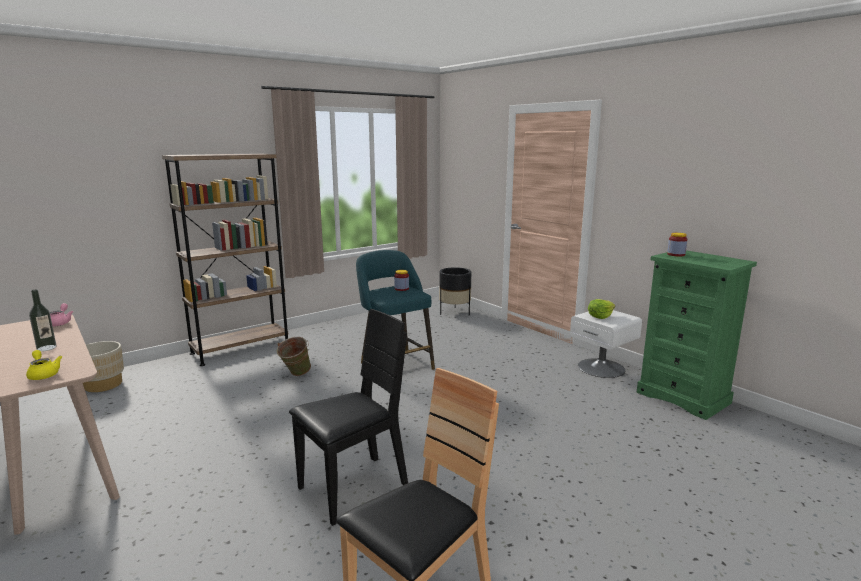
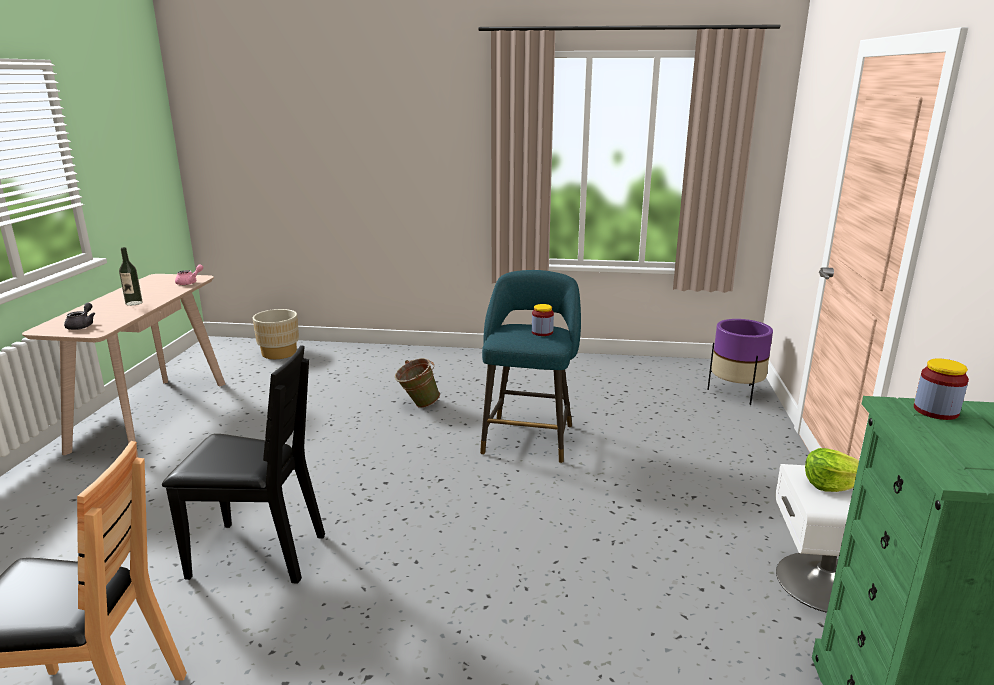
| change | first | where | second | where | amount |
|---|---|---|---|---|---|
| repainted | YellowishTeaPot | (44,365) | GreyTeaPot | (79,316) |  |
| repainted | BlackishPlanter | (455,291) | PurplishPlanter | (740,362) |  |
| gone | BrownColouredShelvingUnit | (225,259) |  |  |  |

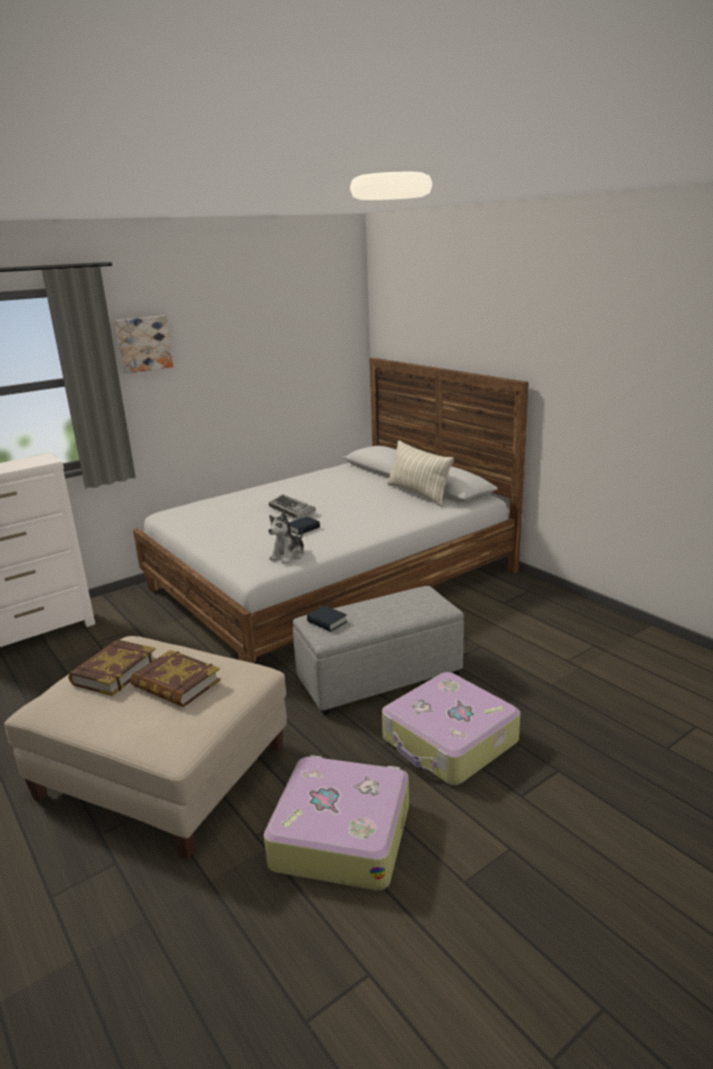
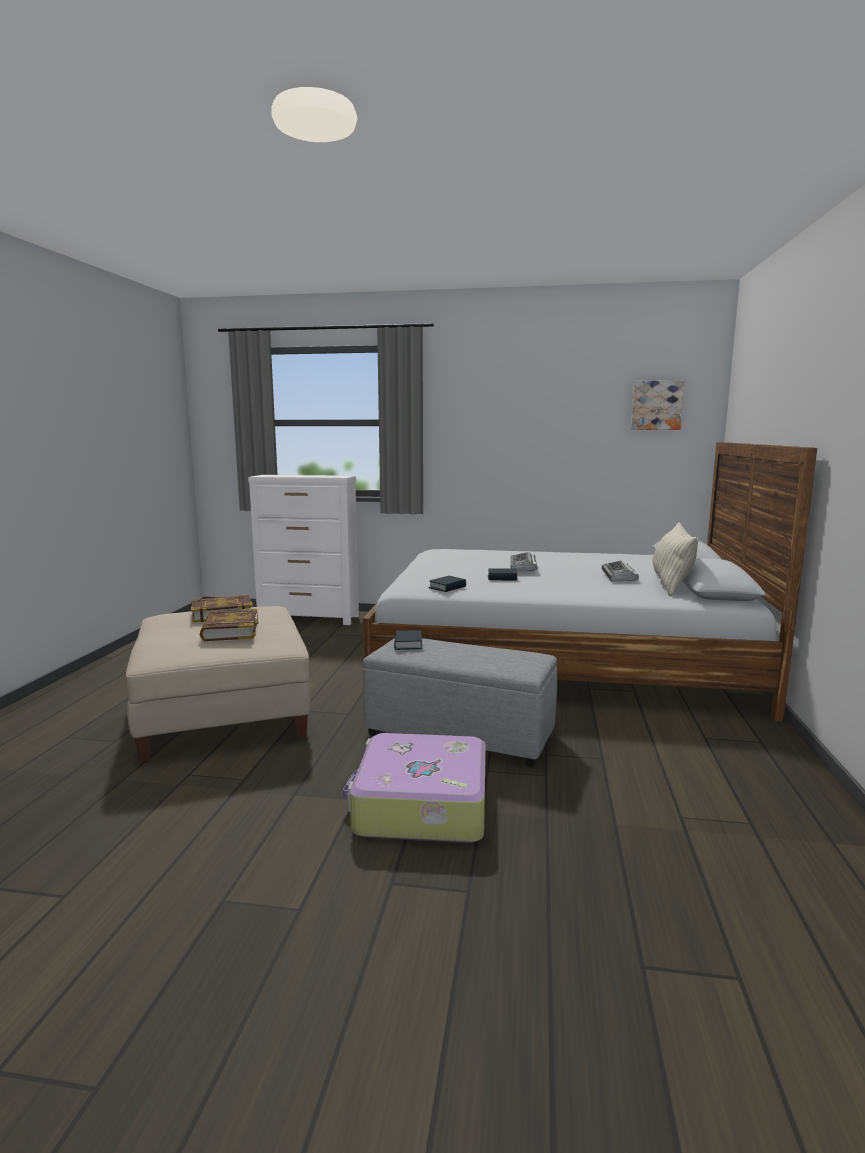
| change | first | where | second | where | amount |
|---|---|---|---|---|---|
| swapped | CuddlyToy | (286,538) | Volume | (447,584) |  |
| new |  |  | PcKeyboard | (620,571) |  |
| shifted | WallArt | (144,345) |  | (657,405) |  |
| gone | PieceOfLuggage | (336,823) |  |  |  |

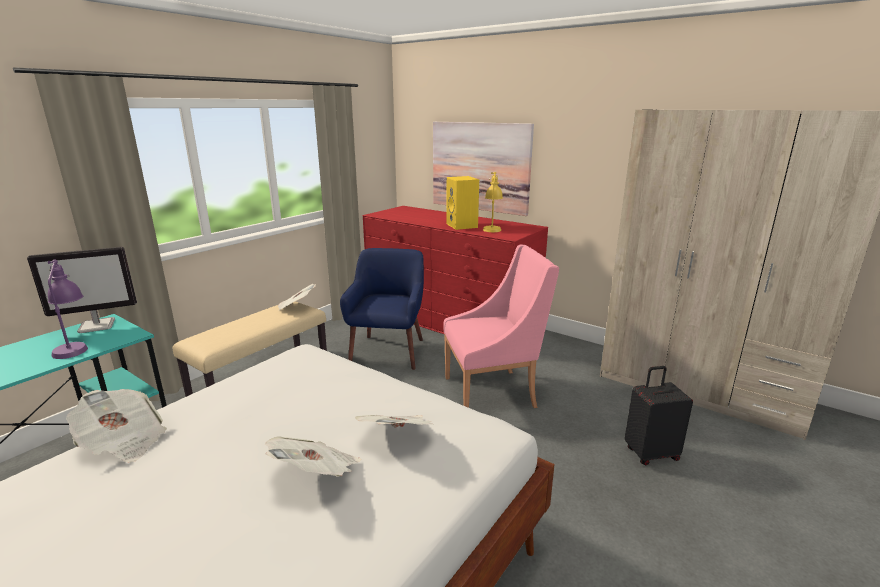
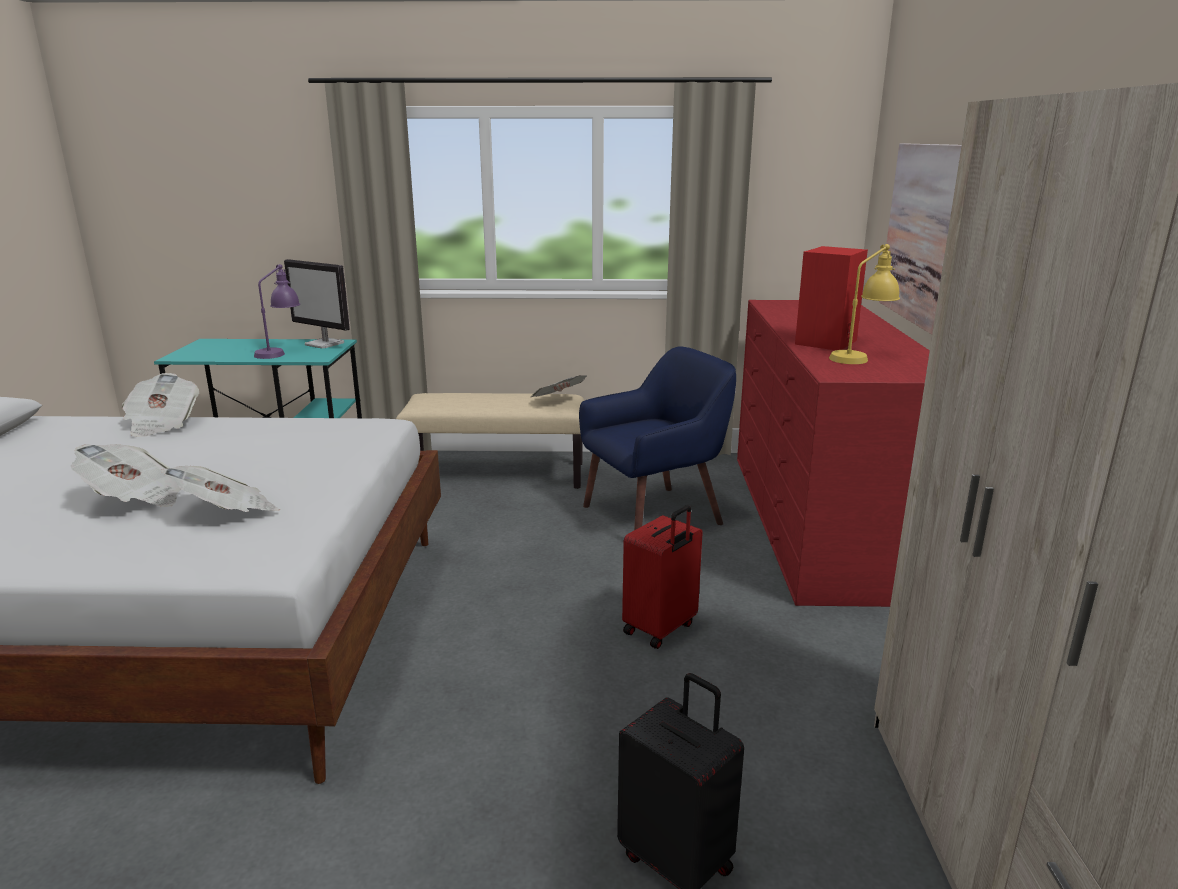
| change | first | where | second | where | amount |
|---|---|---|---|---|---|
| swapped | PinkEasyChair | (501,326) | RedColouredPieceOfLuggage | (662,577) |  |
| repainted | YellowishLoudspeaker | (462,203) | RedColouredLoudspeaker | (831,298) |  |

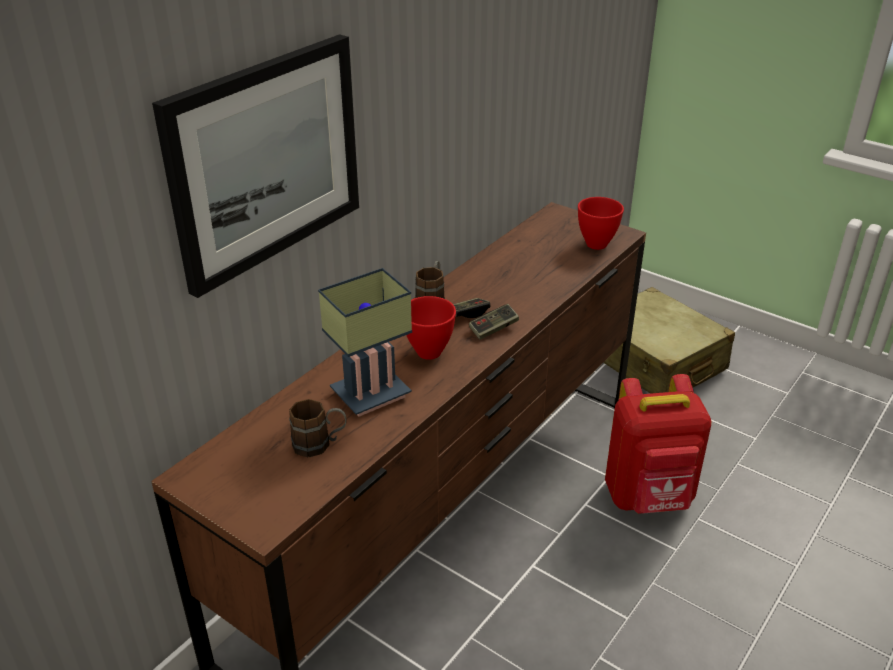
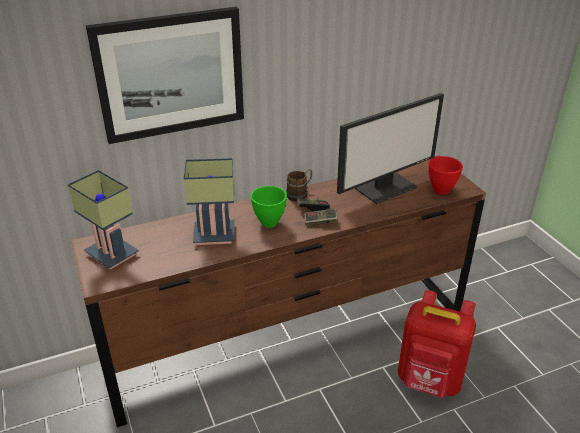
| change | first | where | second | where | amount |
|---|---|---|---|---|---|
| new |  |  | TabletopLamp | (103,220) |  |
| repainted | RedColouredDeepDish | (431,328) | GreenColouredDeepDish | (269,207) |  |
| new |  |  | Monitor | (390,148) |  |
| gone | BrownColouredCoffeeMug | (318,428) |  |  |  |
| gone | SandColouredPieceOfLuggage | (669,340) |  |  |  |

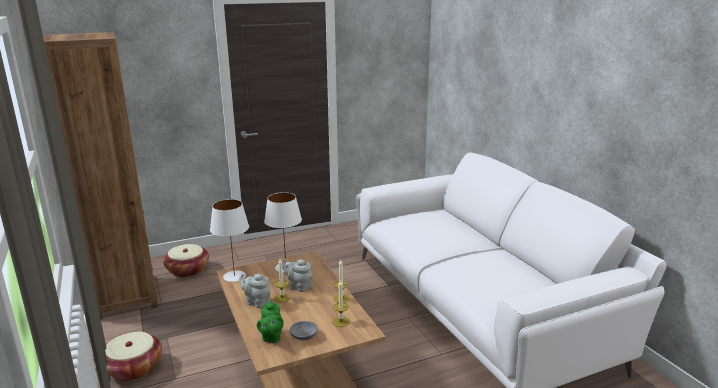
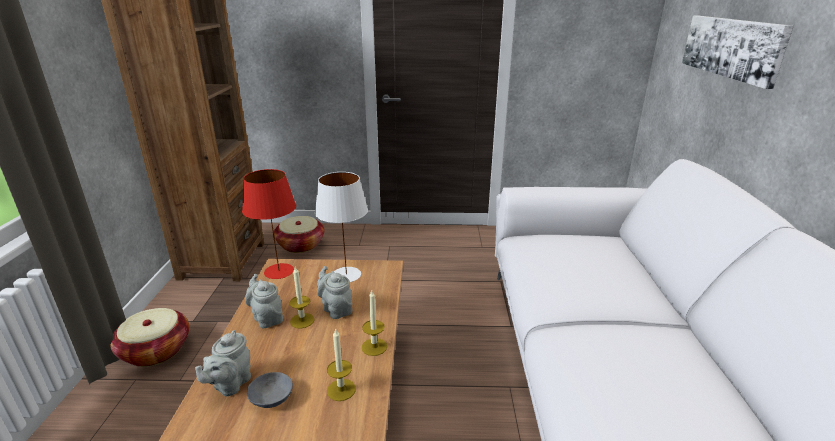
| change | first | where | second | where | amount |
|---|---|---|---|---|---|
| repainted | GreenColouredTeaPot | (270,321) | GreyTeaPot | (223,363) |  |
| repainted | WhiteColouredTabletopLamp | (229,240) | RedColouredTabletopLamp | (269,224) |  |
| new |  |  | WallArt | (738,52) |  |

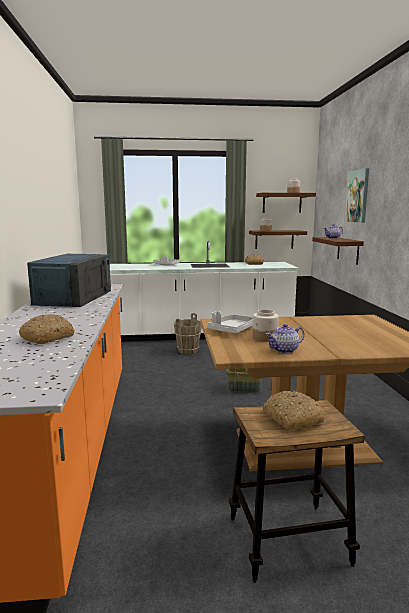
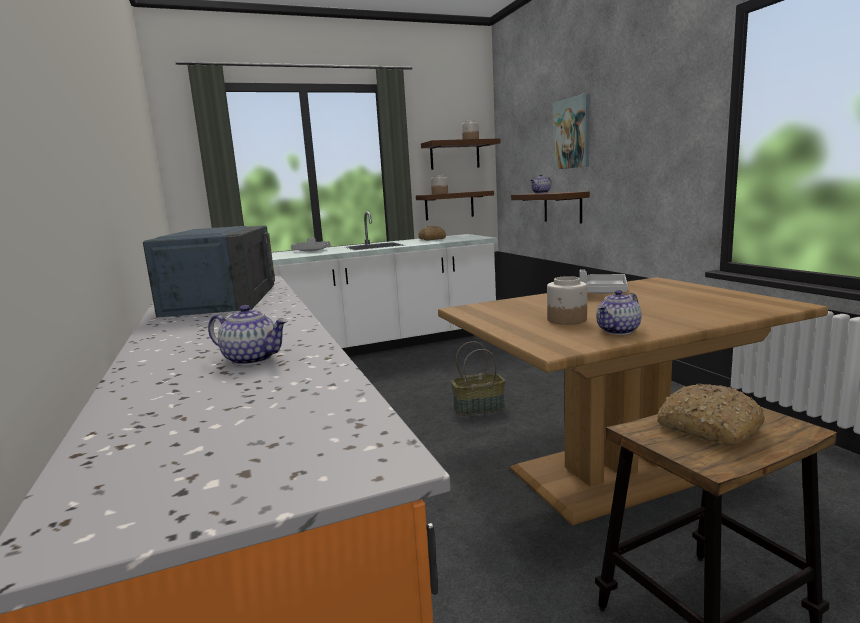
| change | first | where | second | where | amount |
|---|---|---|---|---|---|
| swapped | BakedBread | (47,329) | TeaPot | (248,335) |  |
| shifted | GreyTray | (230,322) |  | (603,281) |  |
| gone | BrownColouredWaterBucket | (188,333) |  |  |  |

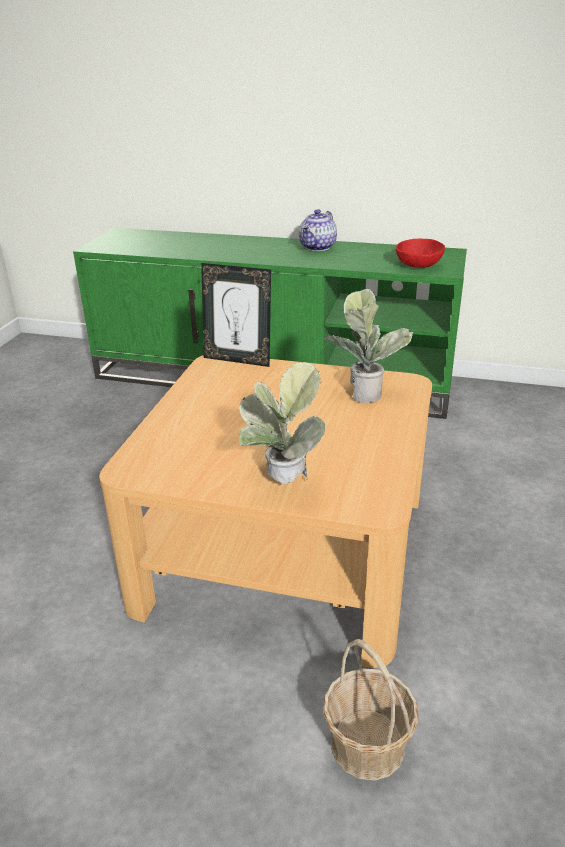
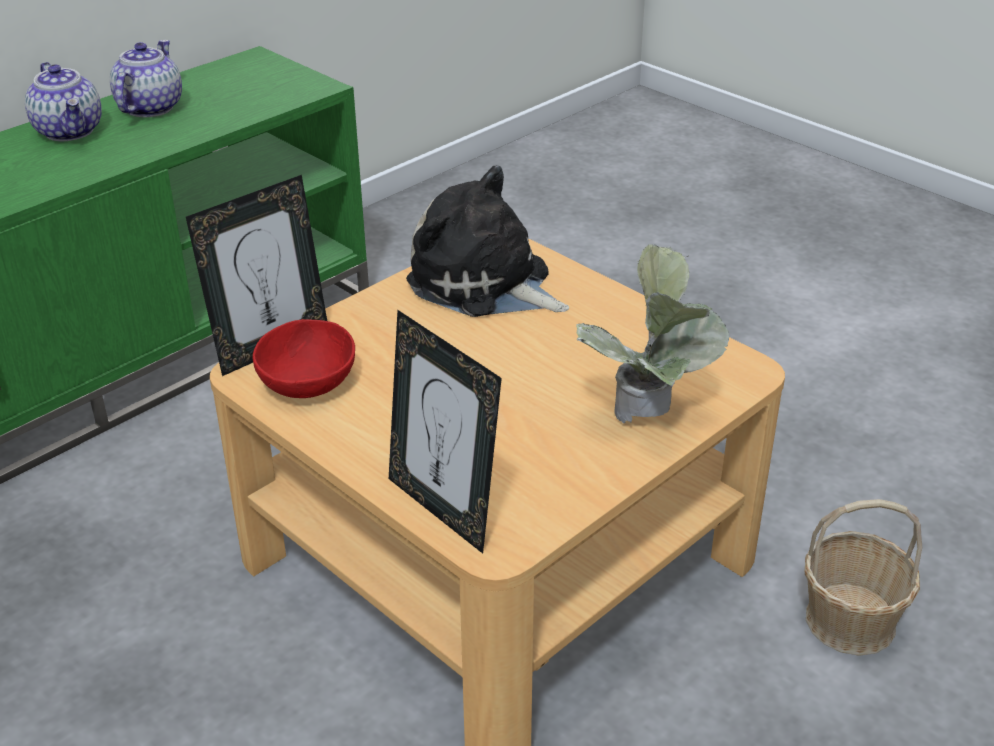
| change | first | where | second | where | amount |
|---|---|---|---|---|---|
| new |  |  | TeaPot | (146,78) |  |
| shifted | RedColouredDeepDish | (420,253) |  | (303,358) |  |
| new |  |  | PictureFrame | (445,432) |  |
| swapped | Houseplant | (368,346) | CuddlyToy | (488,241) |  |

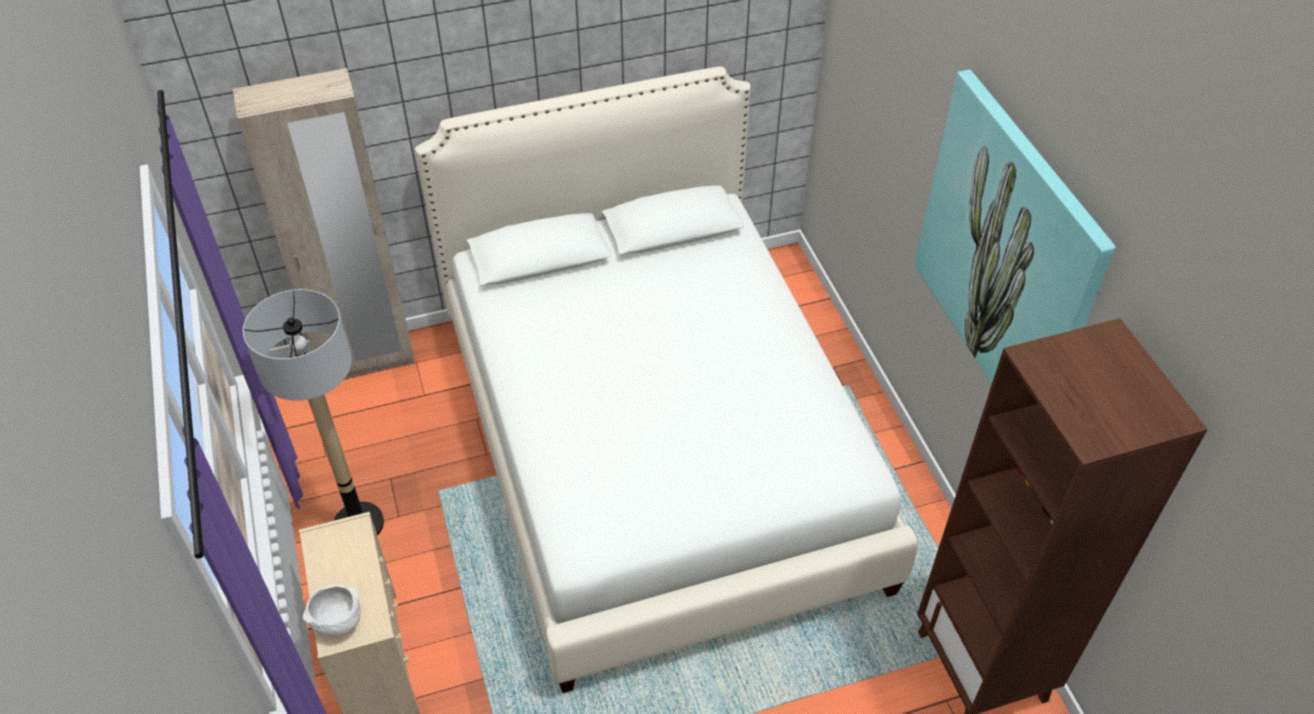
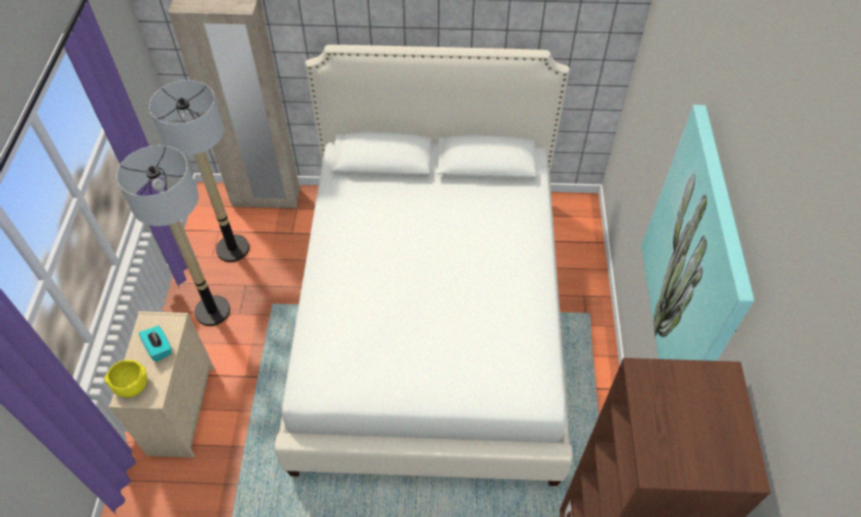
| change | first | where | second | where | amount |
|---|---|---|---|---|---|
| repainted | WhiteColouredDeepDish | (332,610) | YellowishDeepDish | (126,378) |  |
| new |  |  | TurquoiseBoxOfTissues | (155,344) |  |
| new |  |  | FloorLamp | (199,171) |  |

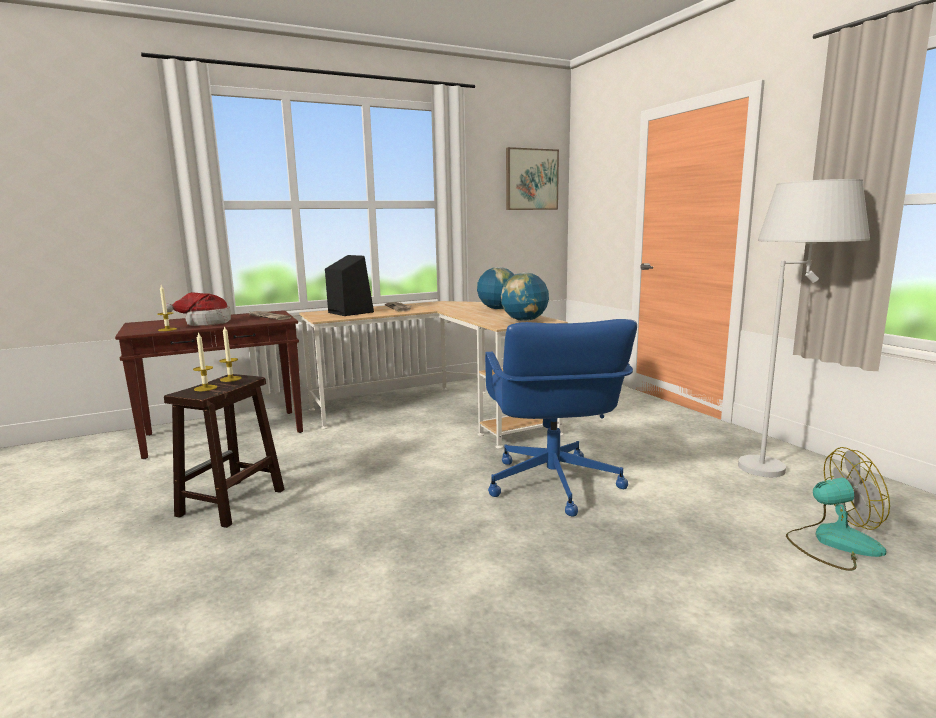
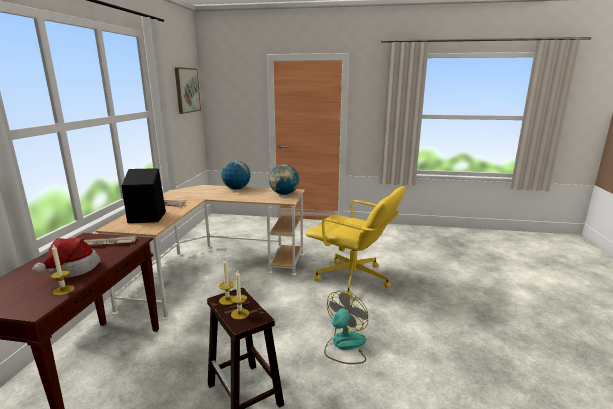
| change | first | where | second | where | amount |
|---|---|---|---|---|---|
| repainted | BlueColouredDeskChair | (561,418) | YellowishDeskChair | (355,242) |  |
| shifted | CoolingFan | (838,509) |  | (346,327) |  |
| gone | WhiteColouredFloorLamp | (804,328) |  |  |  |

